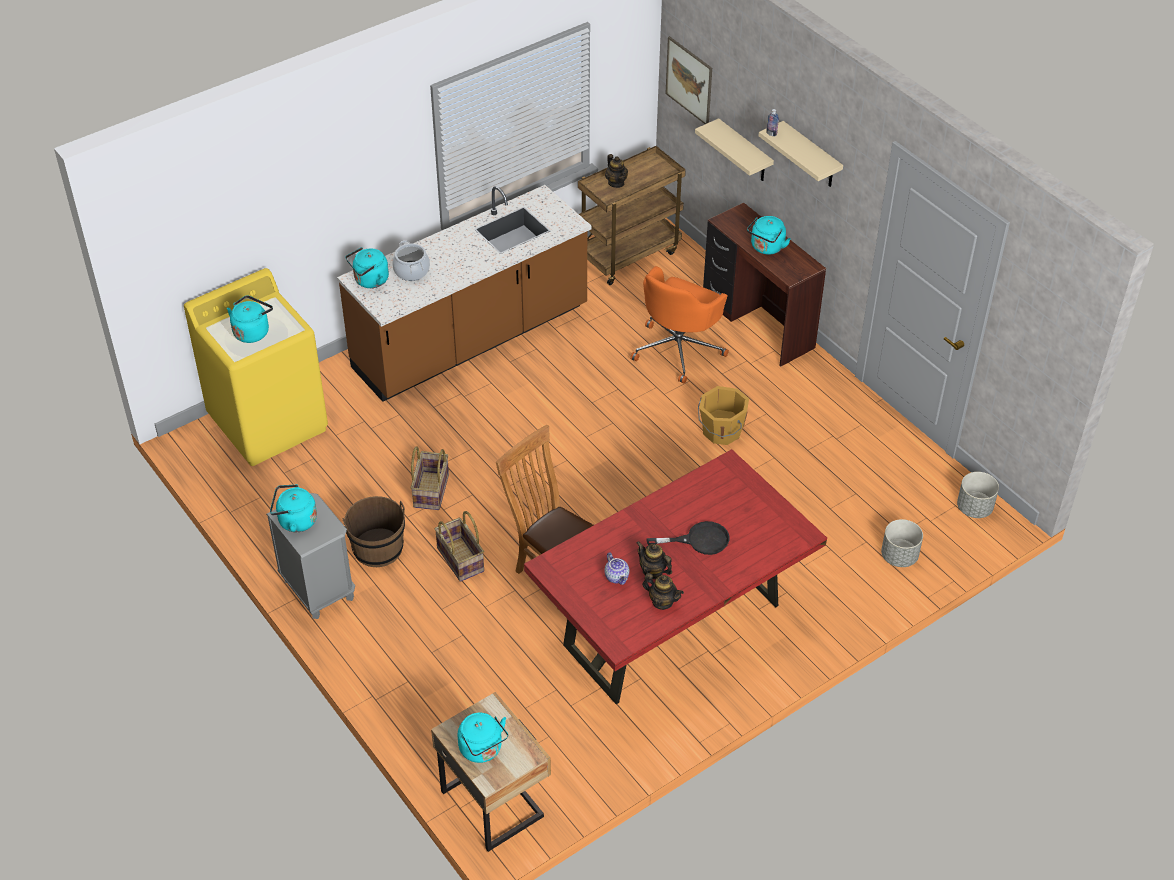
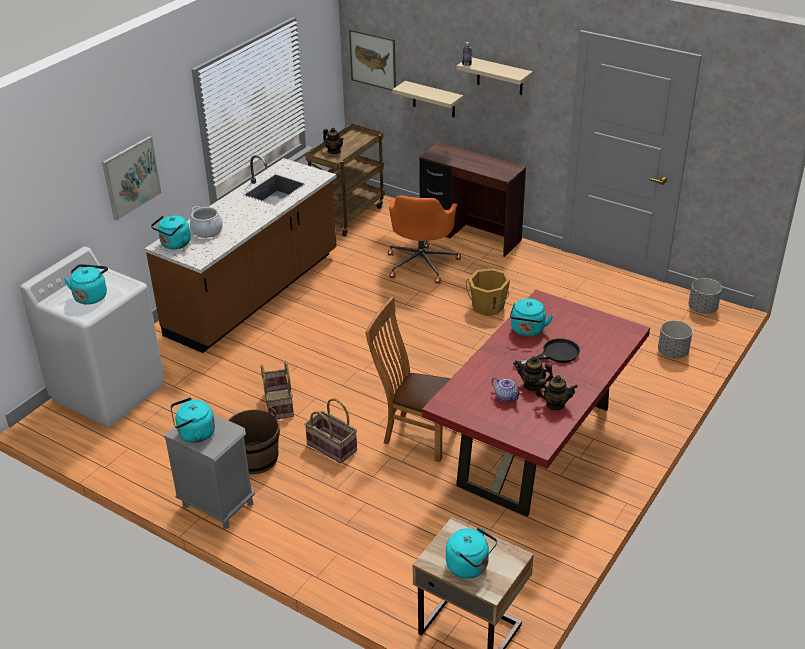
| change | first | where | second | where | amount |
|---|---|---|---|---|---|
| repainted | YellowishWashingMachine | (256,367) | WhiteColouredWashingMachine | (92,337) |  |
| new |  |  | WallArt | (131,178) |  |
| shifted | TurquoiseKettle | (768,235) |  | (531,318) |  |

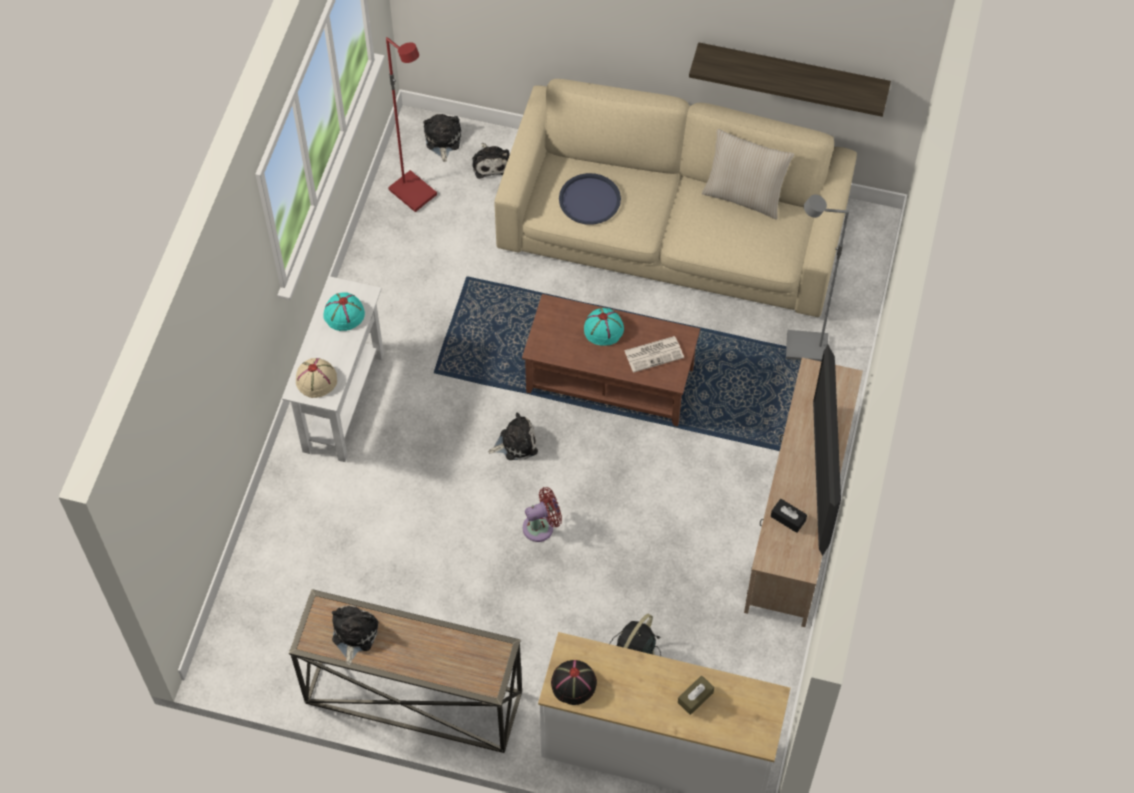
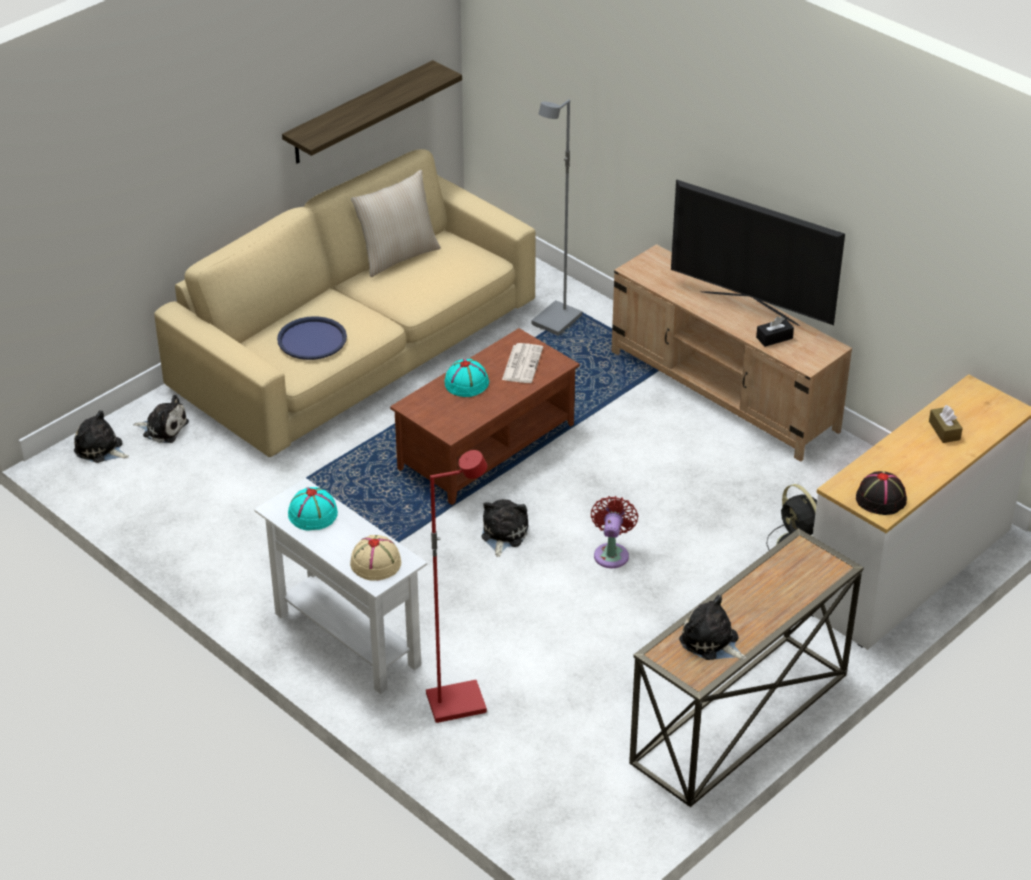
| change | first | where | second | where | amount |
|---|---|---|---|---|---|
| shifted | RedColouredFloorLamp | (411,124) |  | (456,586) |  |

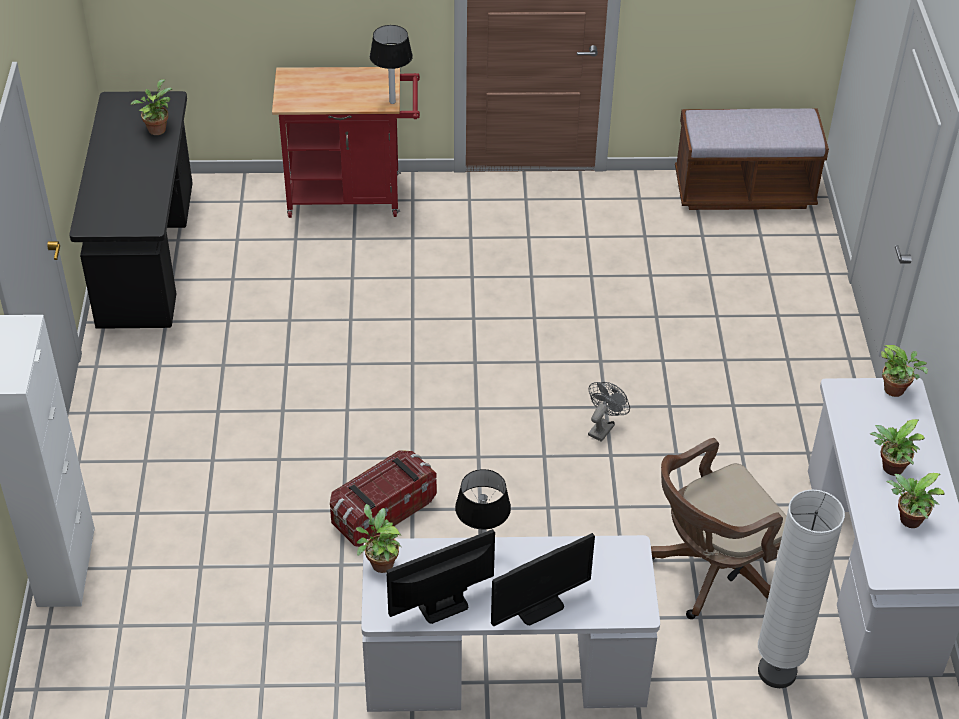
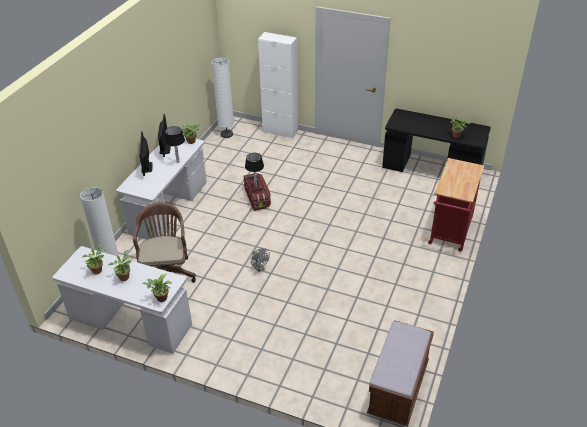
| change | first | where | second | where | amount |
|---|---|---|---|---|---|
| new |  |  | WhiteColouredFloorLamp | (223,98) |  |
| shifted | TabletopLamp | (391,64) |  | (254,170) |  |

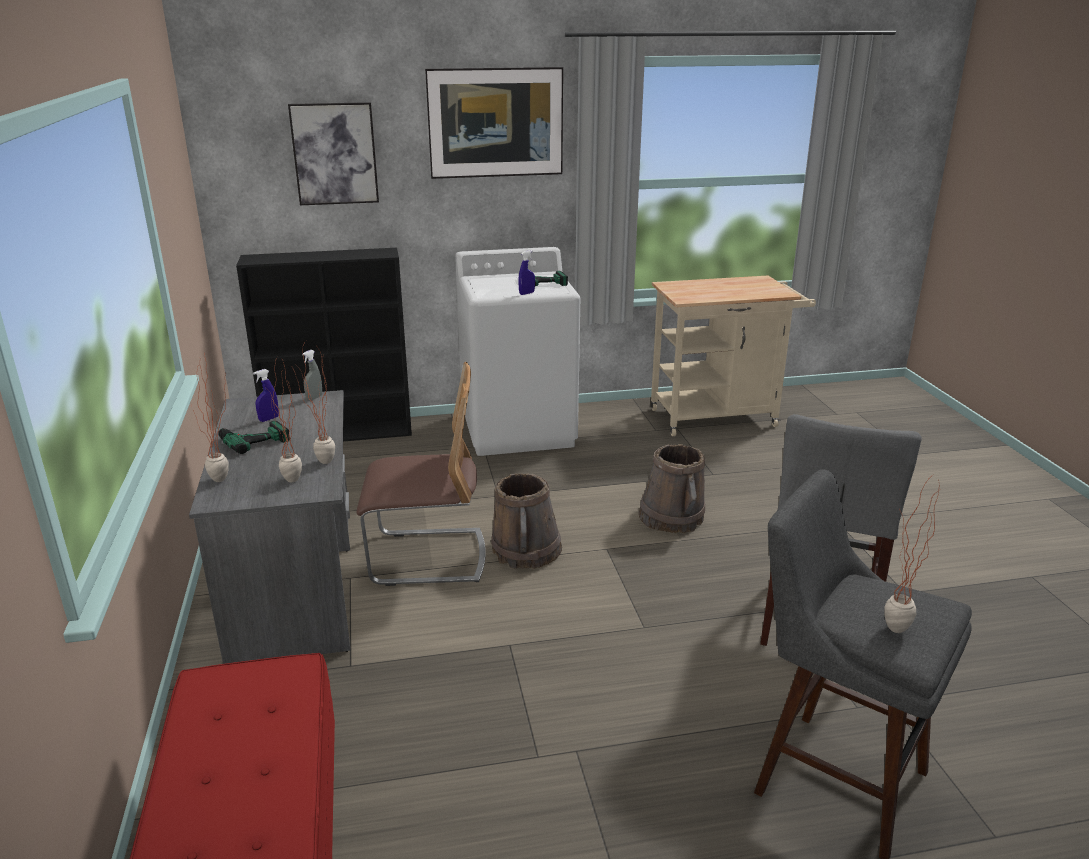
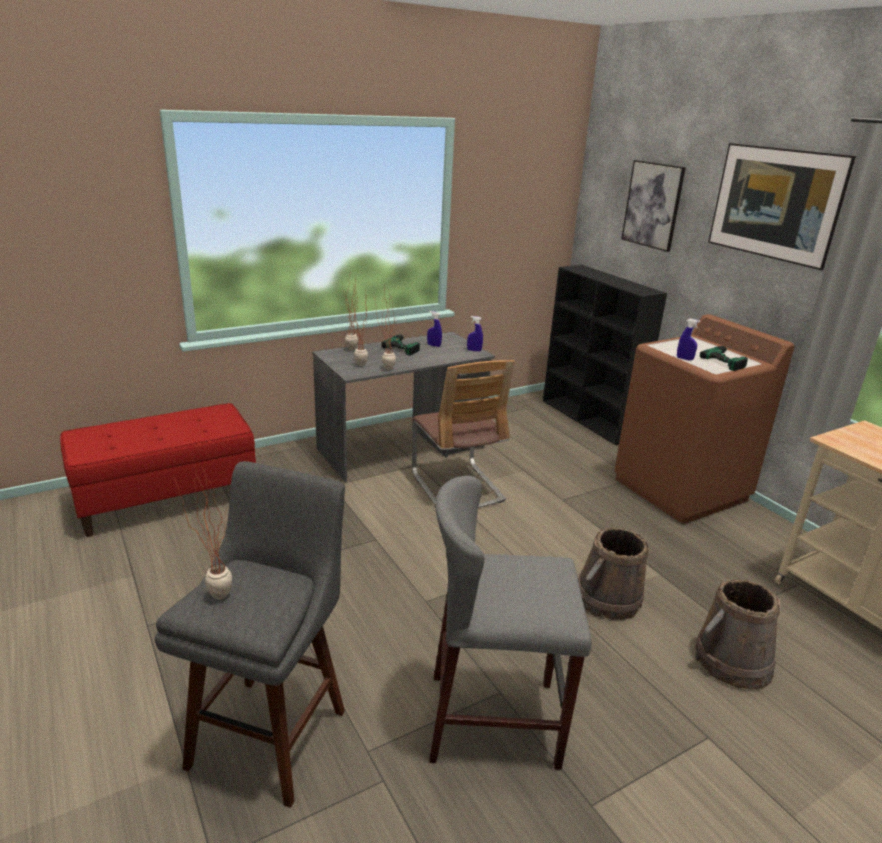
| change | first | where | second | where | amount |
|---|---|---|---|---|---|
| repainted | GreySprayer | (312,375) | BlueColouredSprayer | (475,334) |  |
| repainted | WhiteColouredWashingMachine | (517,351) | BrownColouredWashingMachine | (704,419) |  |
| shifted | BrownColouredWaterBucket | (526,521) |  | (738,634) |  |

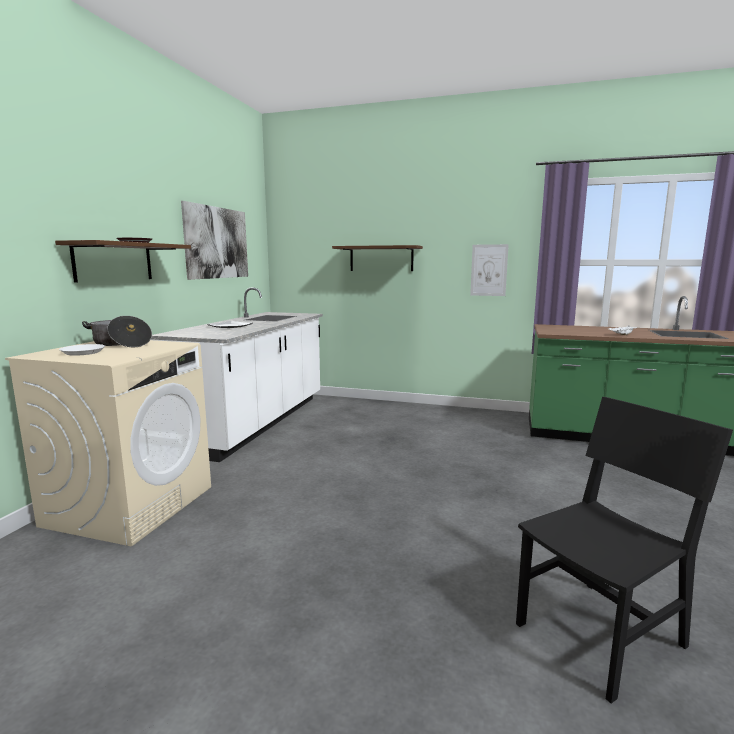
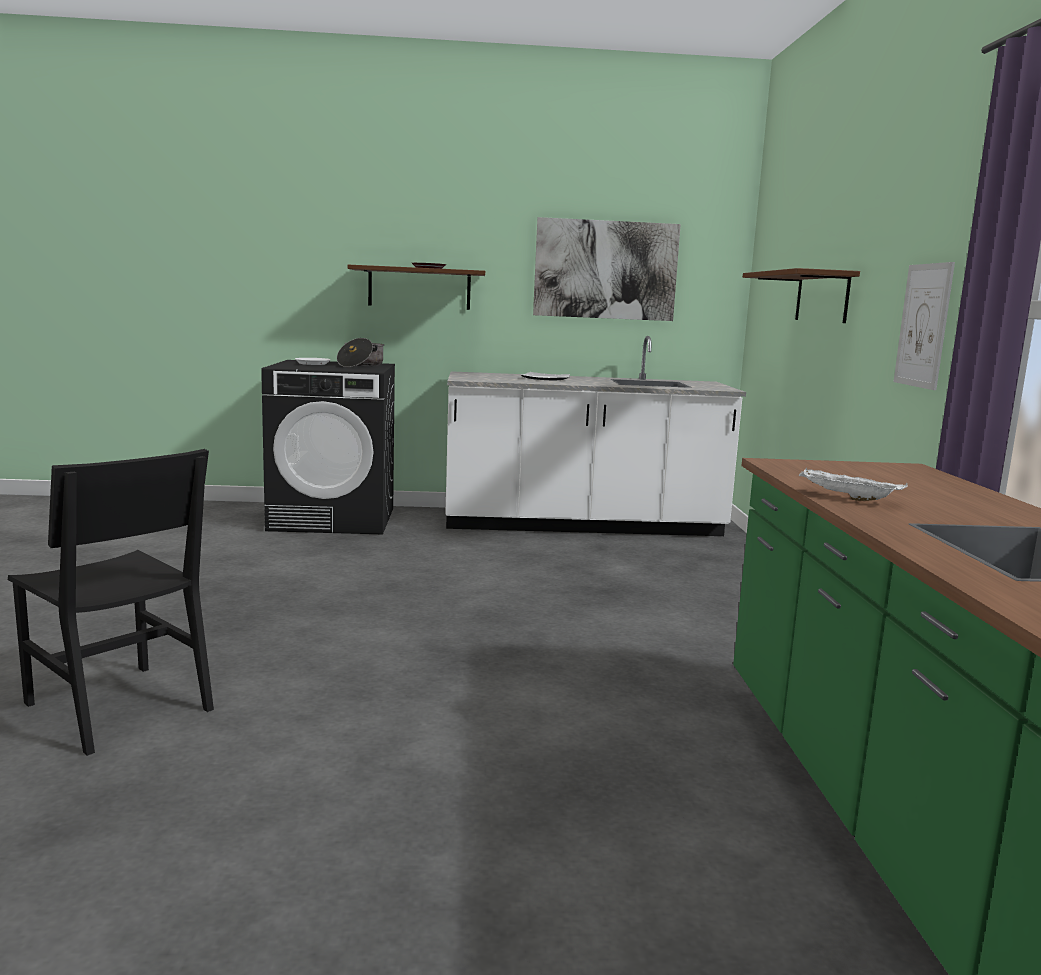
| change | first | where | second | where | amount |
|---|---|---|---|---|---|
| repainted | SandColouredWashingMachine | (108,443) | BlackishWashingMachine | (328,447) |  |

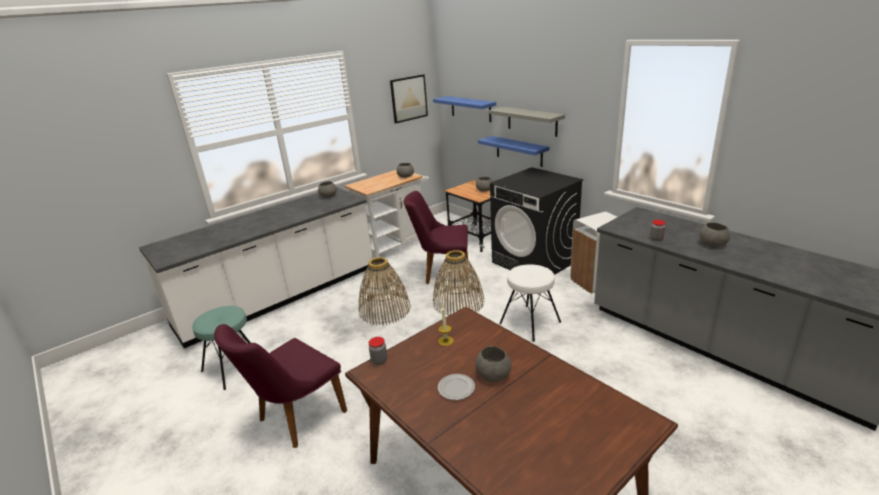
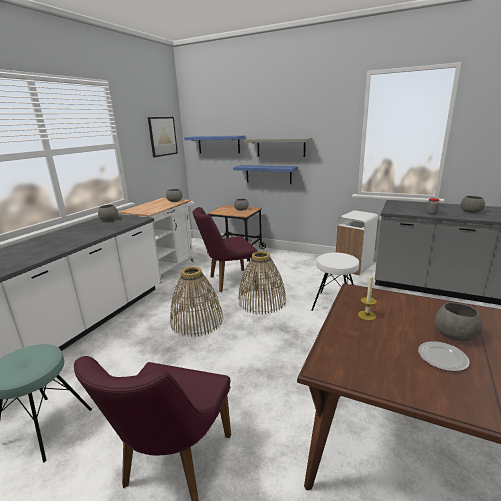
| change | first | where | second | where | amount |
|---|---|---|---|---|---|
| gone | StorageJar | (378,351) |  |  |  |
| gone | BlackishWashingMachine | (536,221) |  |  |  |

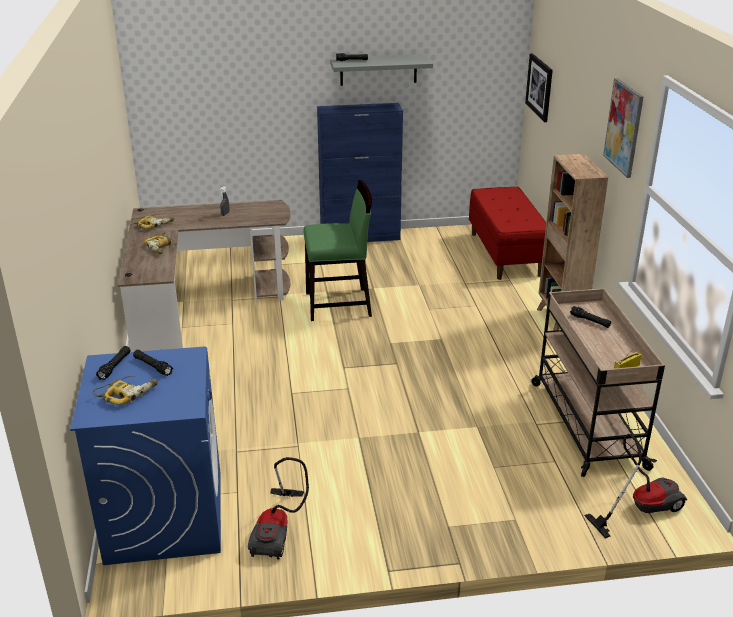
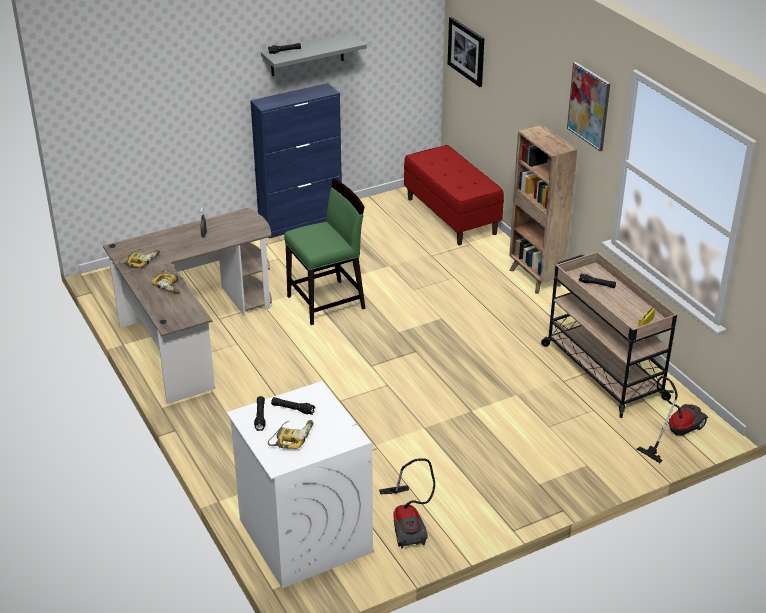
| change | first | where | second | where | amount |
|---|---|---|---|---|---|
| repainted | BlueColouredWashingMachine | (145,455) | WhiteColouredWashingMachine | (300,484) |  |

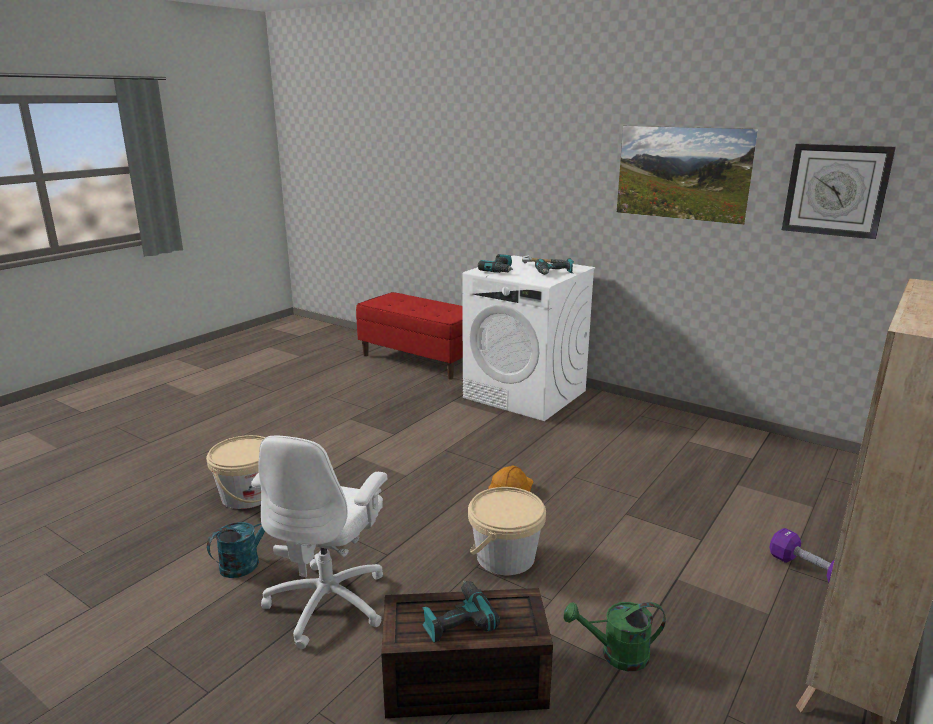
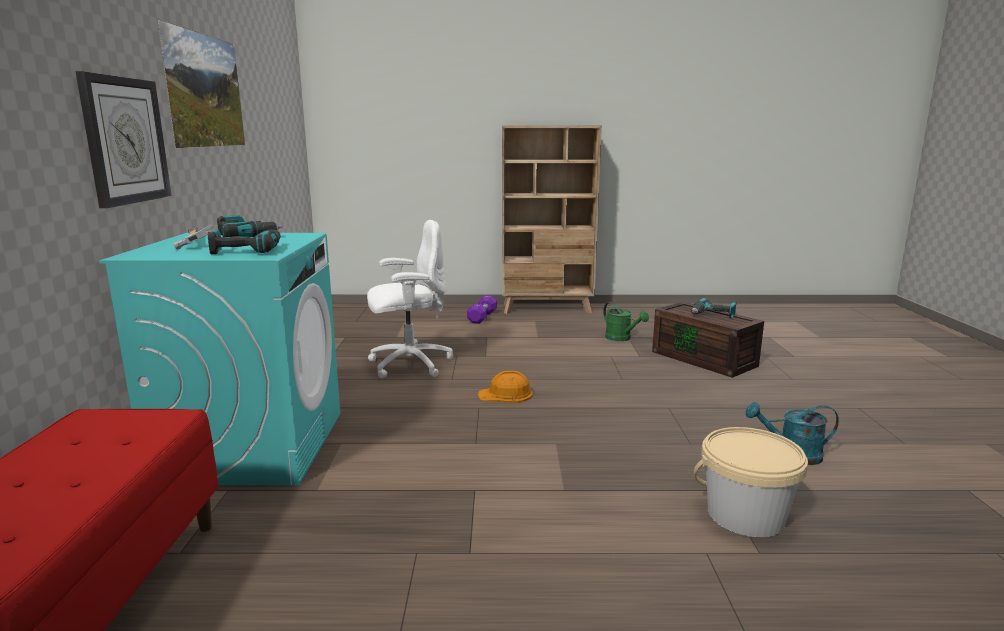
| change | first | where | second | where | amount |
|---|---|---|---|---|---|
| shifted | ClockOnTheWall | (839,191) |  | (123,139) |  |
| repainted | WhiteColouredWashingMachine | (528,338) | TurquoiseWashingMachine | (219,359) |  |
| shifted | WhiteColouredDeskChair | (319,542) |  | (410,299) |  |
| gone | SandColouredWaterBucket | (507,531) |  |  |  |

